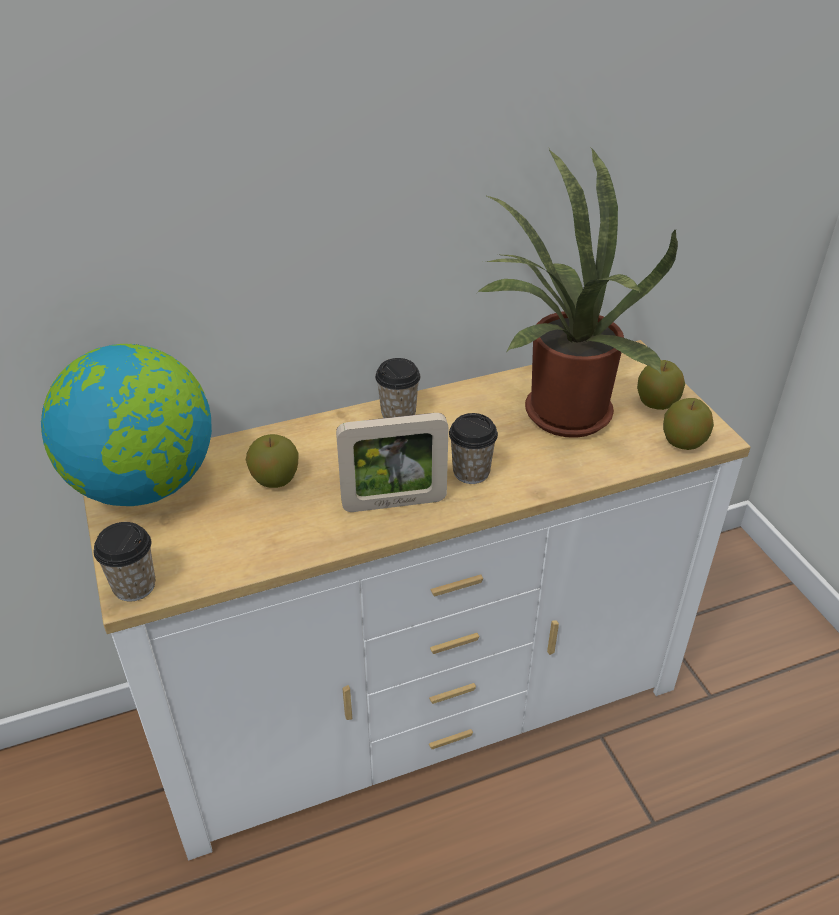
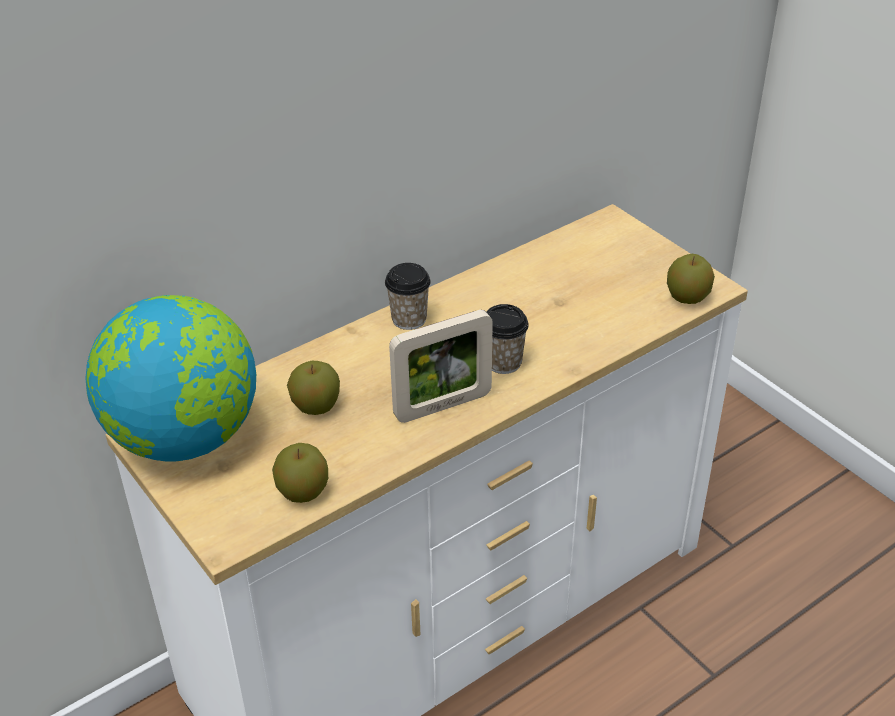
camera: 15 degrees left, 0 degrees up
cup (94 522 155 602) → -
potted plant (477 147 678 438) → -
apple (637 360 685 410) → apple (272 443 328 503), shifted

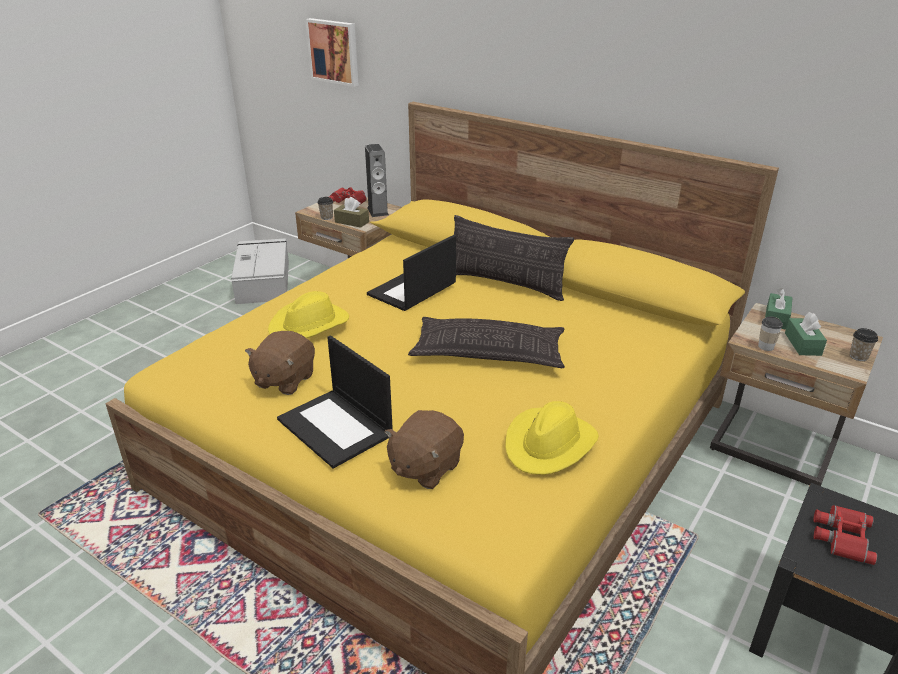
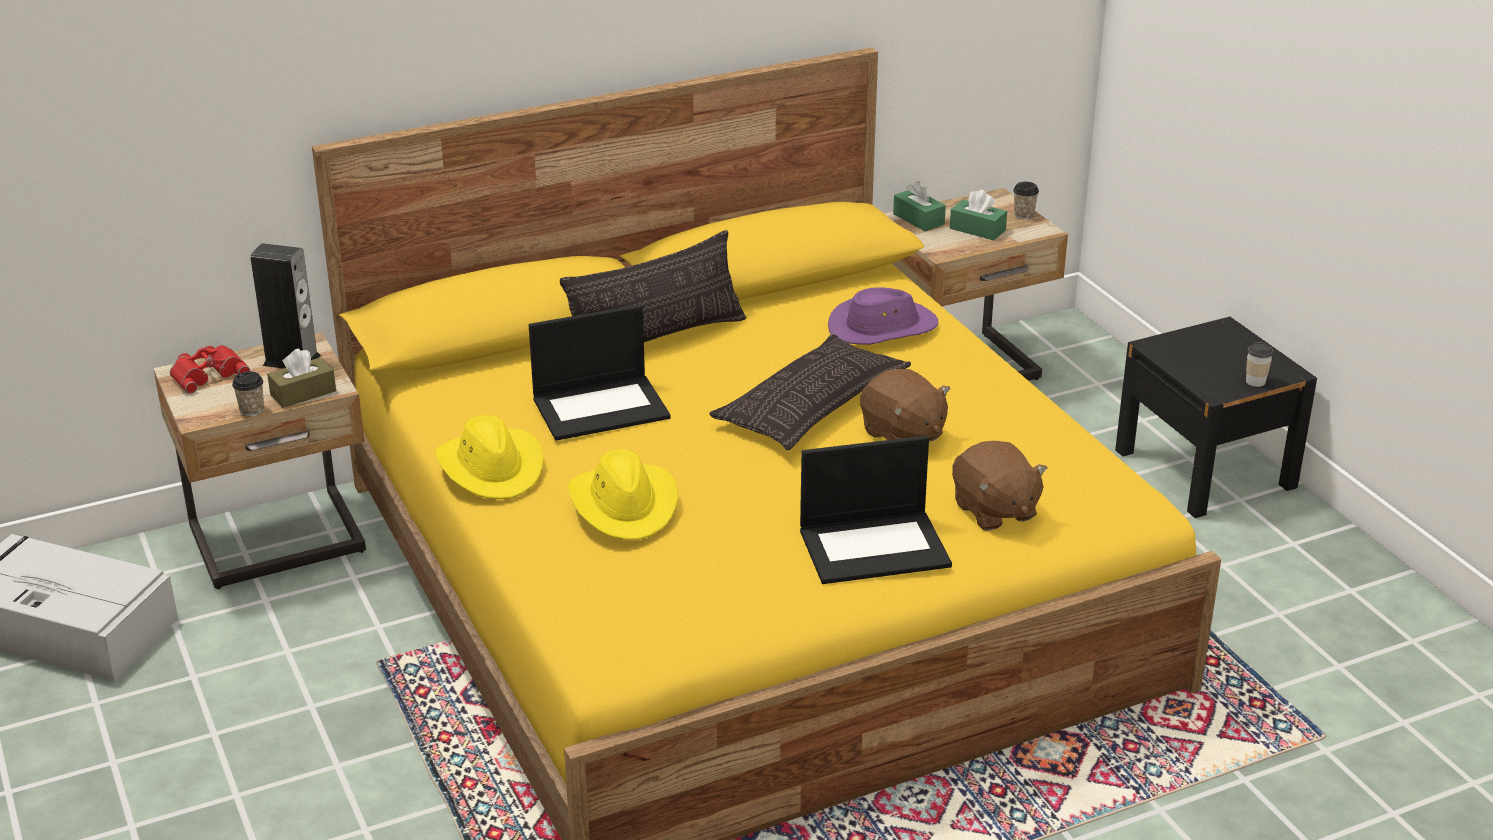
camera: 60 degrees left, 0 degrees up
brown plush toy (245 331 315 395) → brown plush toy (860 369 950 441), shifted
picture (305 18 358 87) → -
laptop (367 235 456 311) → laptop (529 305 671 441), 90 degrees counterclockwise
yellow hat (505 401 599 475) → yellow hat (435 415 544 499), shifted
cup (758 316 783 351) → cup (1246 342 1273 387), shifted
red binoculars (814 505 877 565) → -
- → purple hat (828 287 938 345)

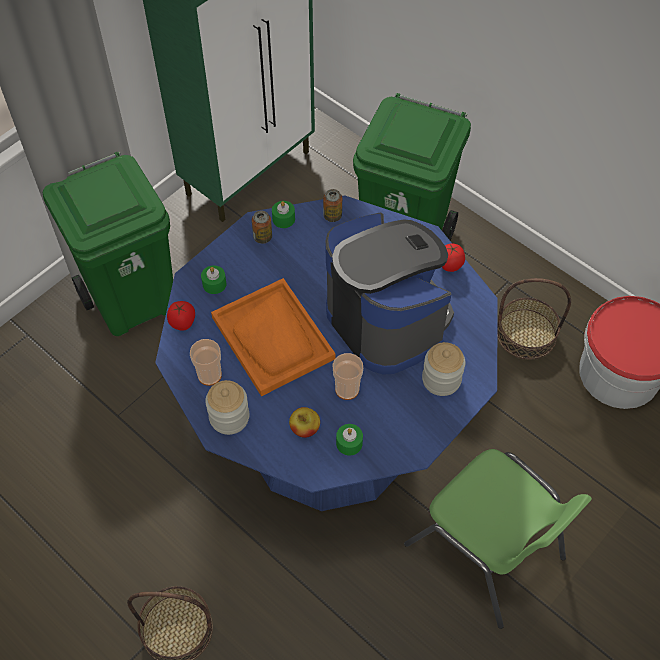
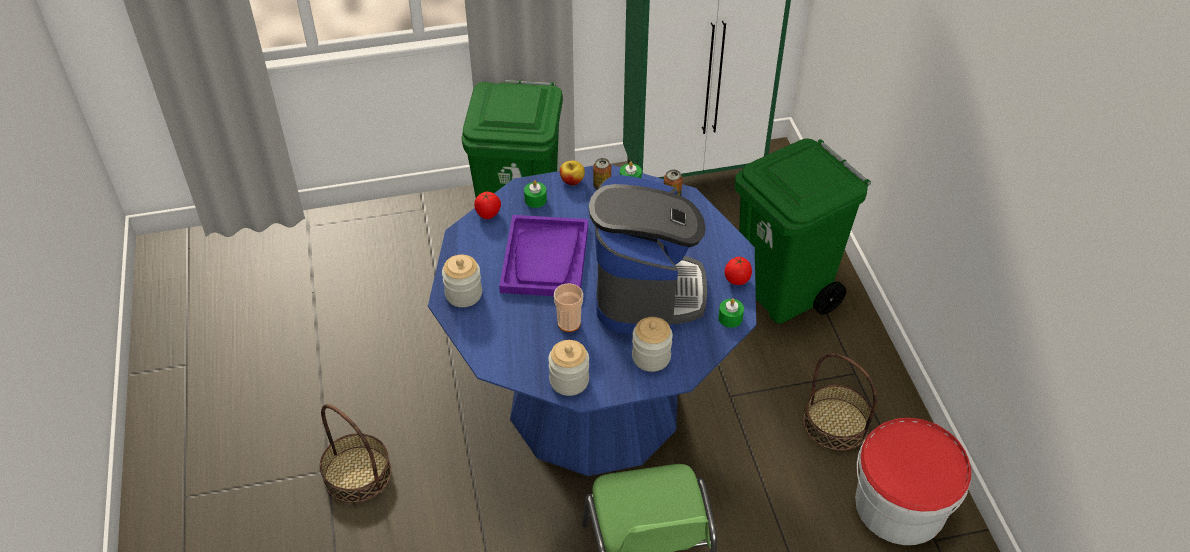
camera: 35 degrees right, 10 degrees down
cup (190 339 222 386) → -
orange tray (211 278 336 396) → purple tray (499 215 588 296)
apple (289 407 320 438) → apple (560 160 585 186), shifted
green candle (336 424 363 455) → green candle (718 299 744 328), shifted
- → jar (548 340 589 396)

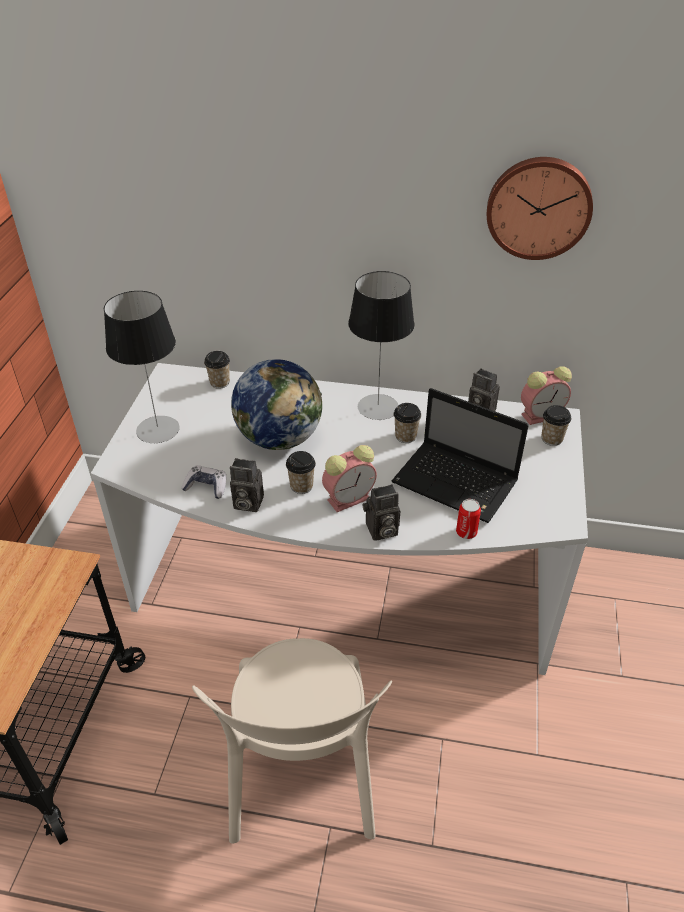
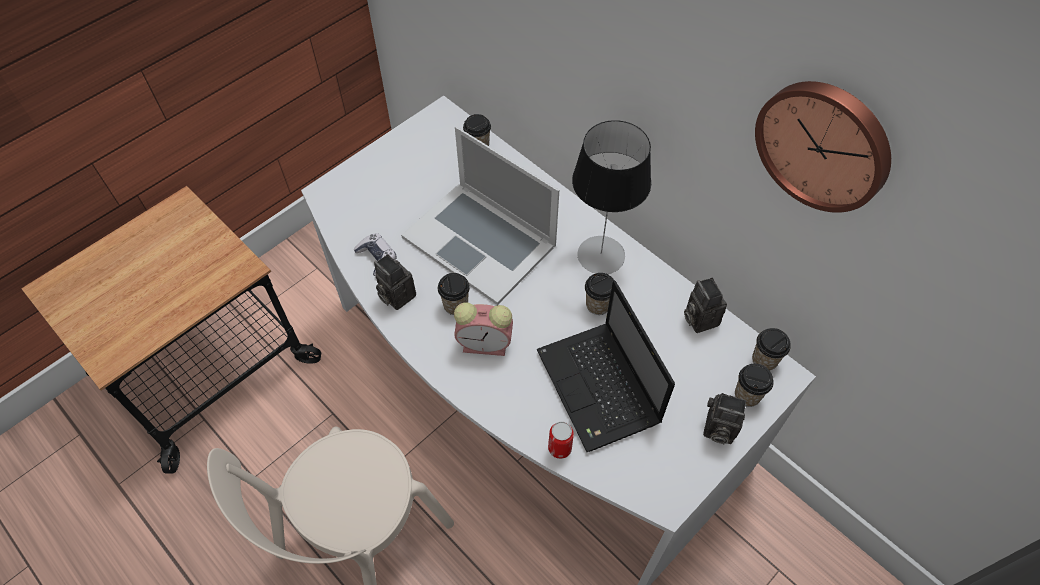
camera: 35 degrees right, 15 degrees up
table lamp (104 291 179 443) → -
globe (231 359 322 450) → laptop (401 126 559 305)
photo camera (363 484 400 541) → photo camera (703 393 746 444), shifted
alarm clock (521 366 572 425) → cup (752 328 791 371)

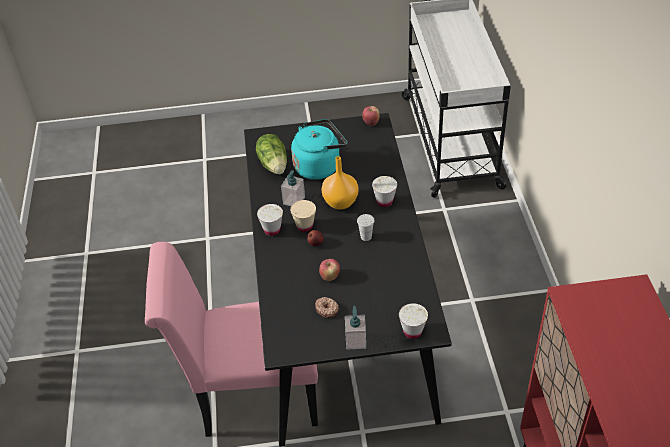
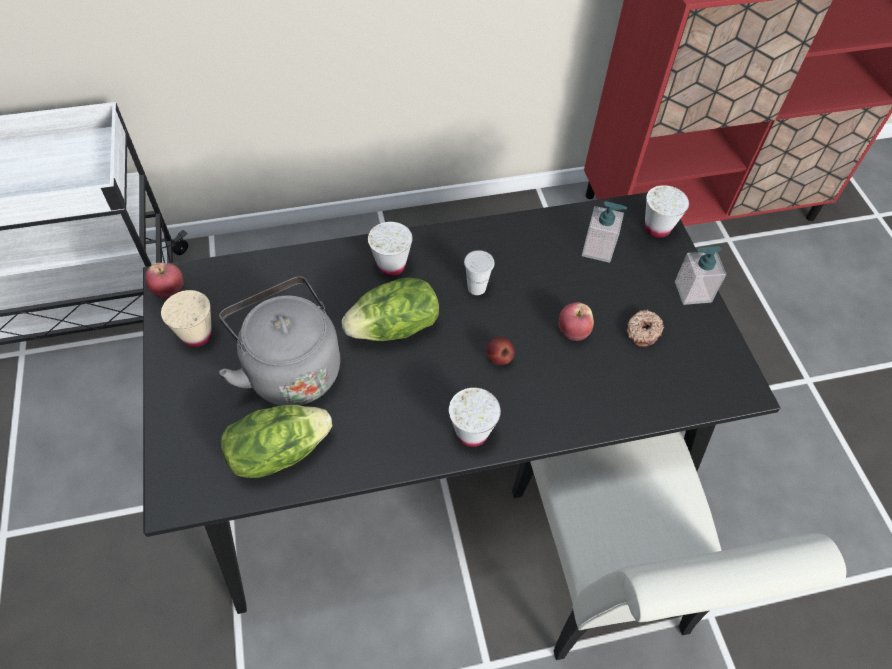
camera: 100 degrees left, 10 degrees up
pink chair (145 242 318 437) → white chair (512 432 846 660)
soap dispenser (281 170 305 206) → soap dispenser (582 201 627 263), shifted
beige cup (290 200 316 232) → beige cup (161 290 212 347), shifted
turquoise kettle (291 119 347 180) → grey kettle (219 276 340 406)
orange vase (322 156 359 209) → lettuce (342 277 439 341)

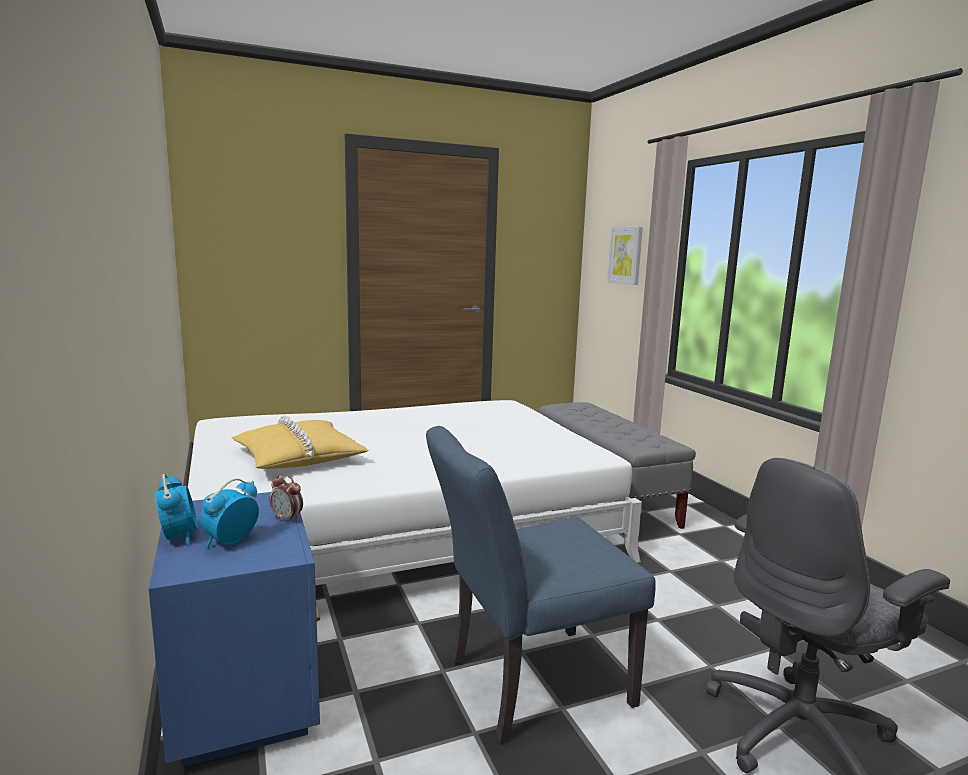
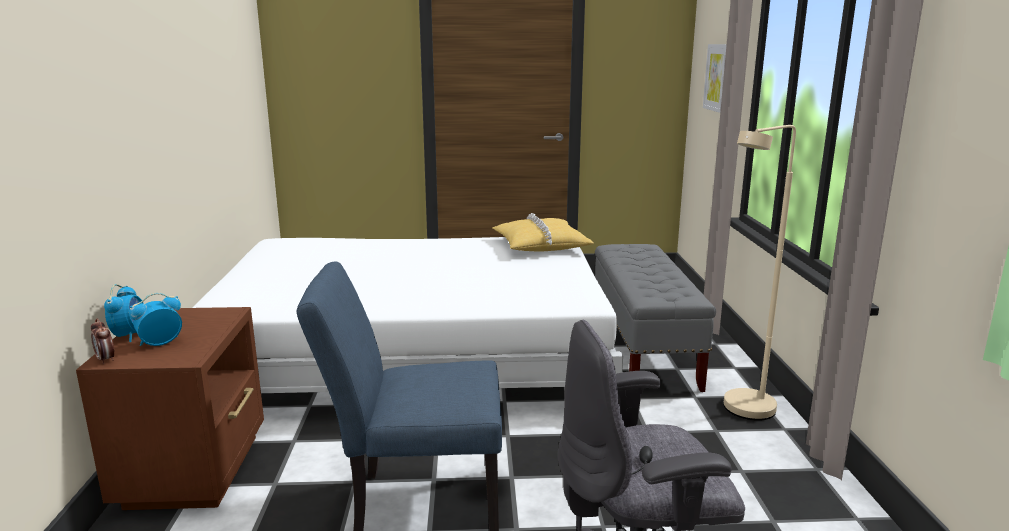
camera: 20 degrees right, 5 degrees up
blue nightstand (149 492 321 767) → brown nightstand (76 307 264 510)
yellow pillow (231 415 368 469) → yellow pillow (492 213 594 251), shifted
alarm clock (269 474 303 523) → alarm clock (91 318 114 364), shifted
- → beige floor lamp (723 125 796 420)

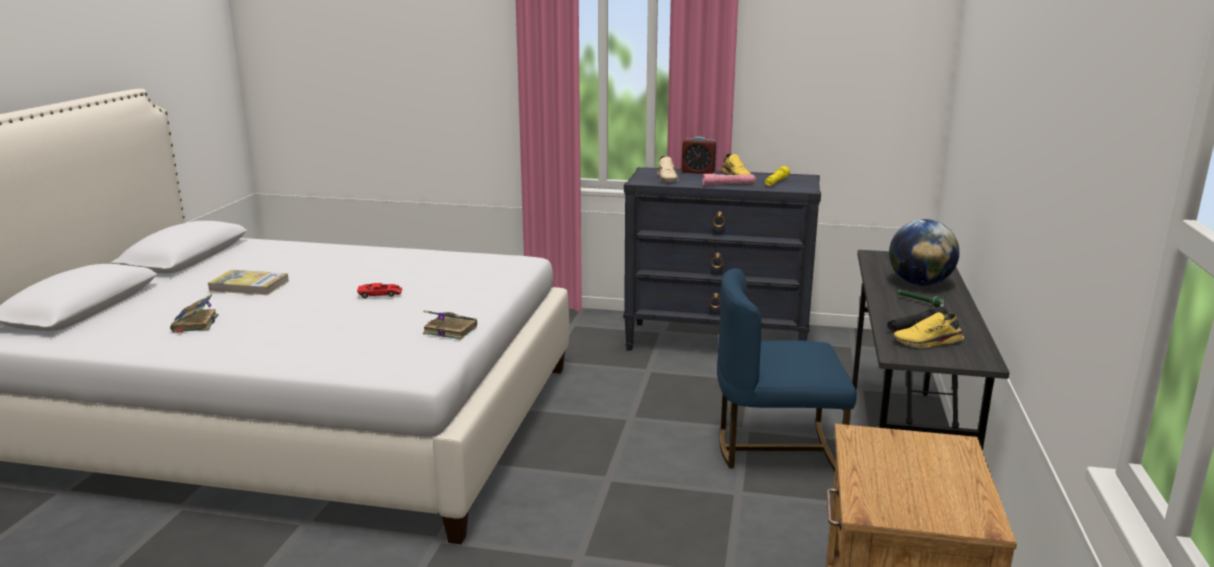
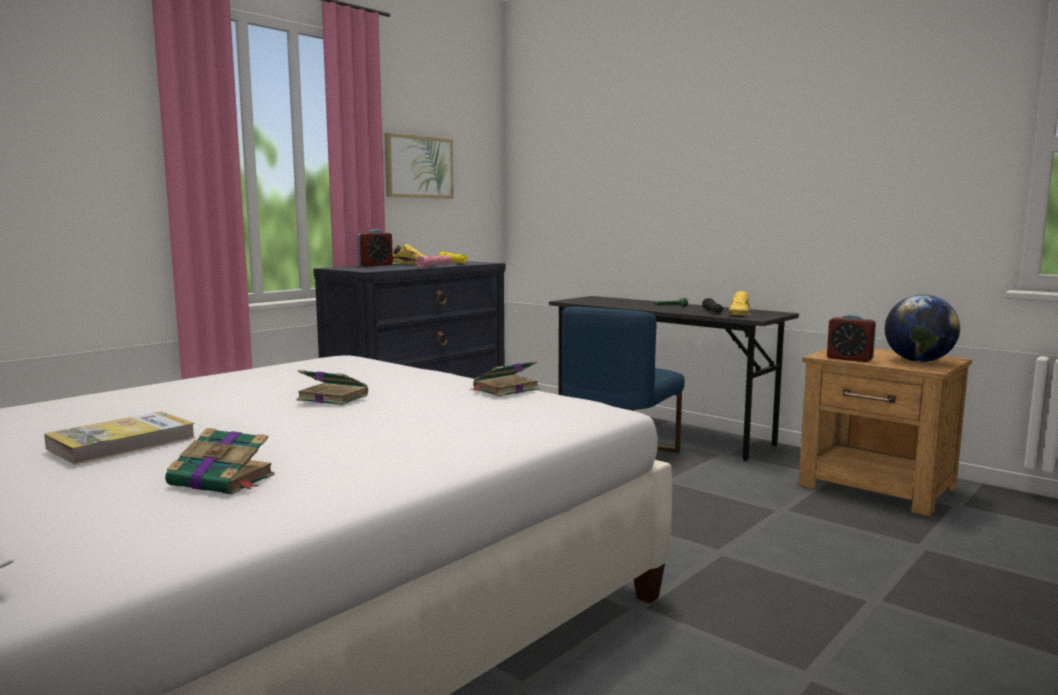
camera: 60 degrees left, 10 degrees down
red toy car (357 283 402 298) → book (297 370 368 406)
beige shoe (657 156 679 182) → -
globe (889 219 959 286) → globe (885 295 960 362), shifted
- → picture (384 133 454 199)
- → alarm clock (827 314 876 362)

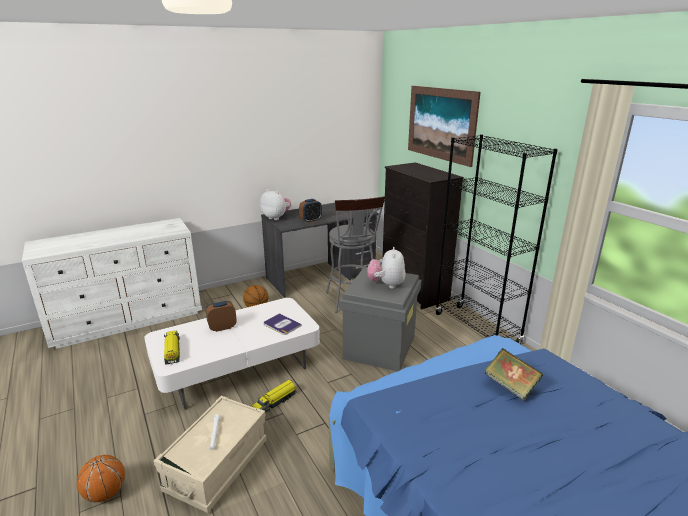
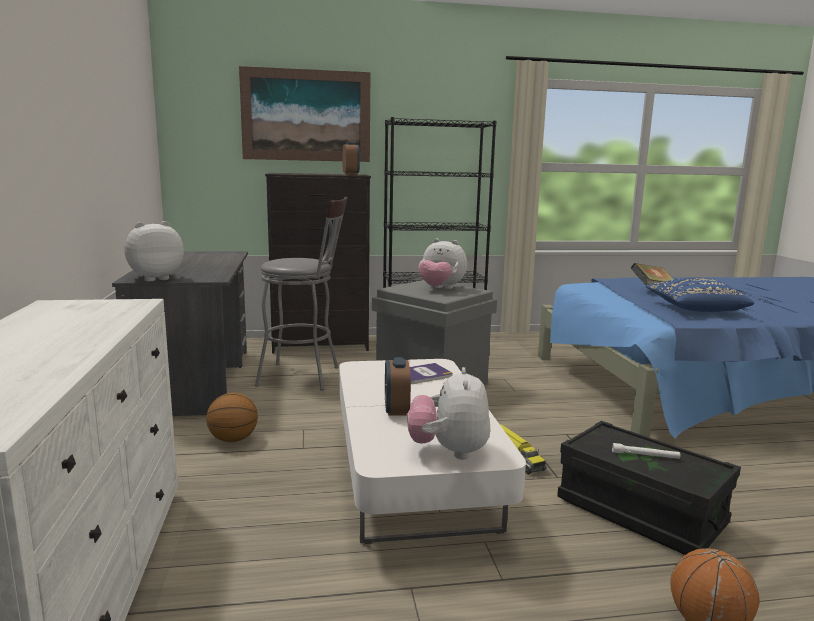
camera: 70 degrees left, 10 degrees down
beige storage box (154 396 267 513) → black storage box (557 421 741 555)
toy truck (164 331 180 365) → plush toy (408 367 490 459)
alarm clock (299 199 322 223) → alarm clock (343 142 360 175), shifted
- → blue pillow (646 278 754 312)

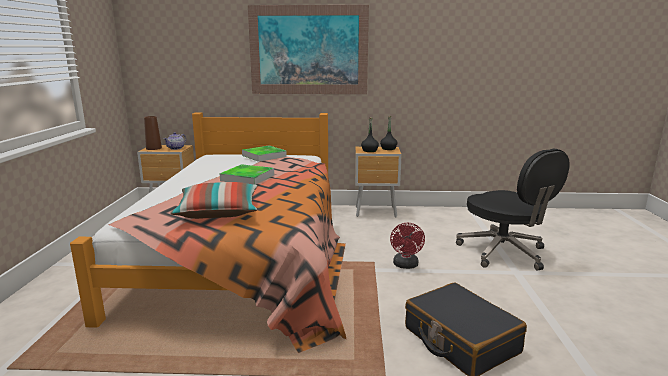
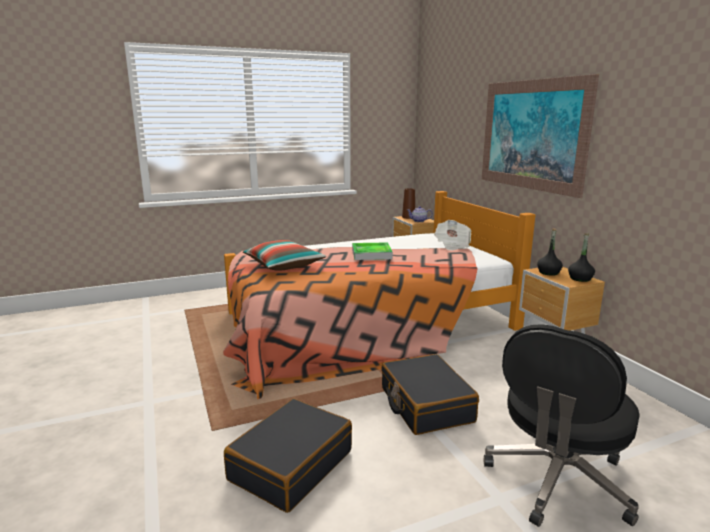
camera: 65 degrees right, 0 degrees up
tray (242 146 287 162) → newspaper (434 220 471 251)
red fan (390 223 425 269) → black suitcase (381 354 479 435)

